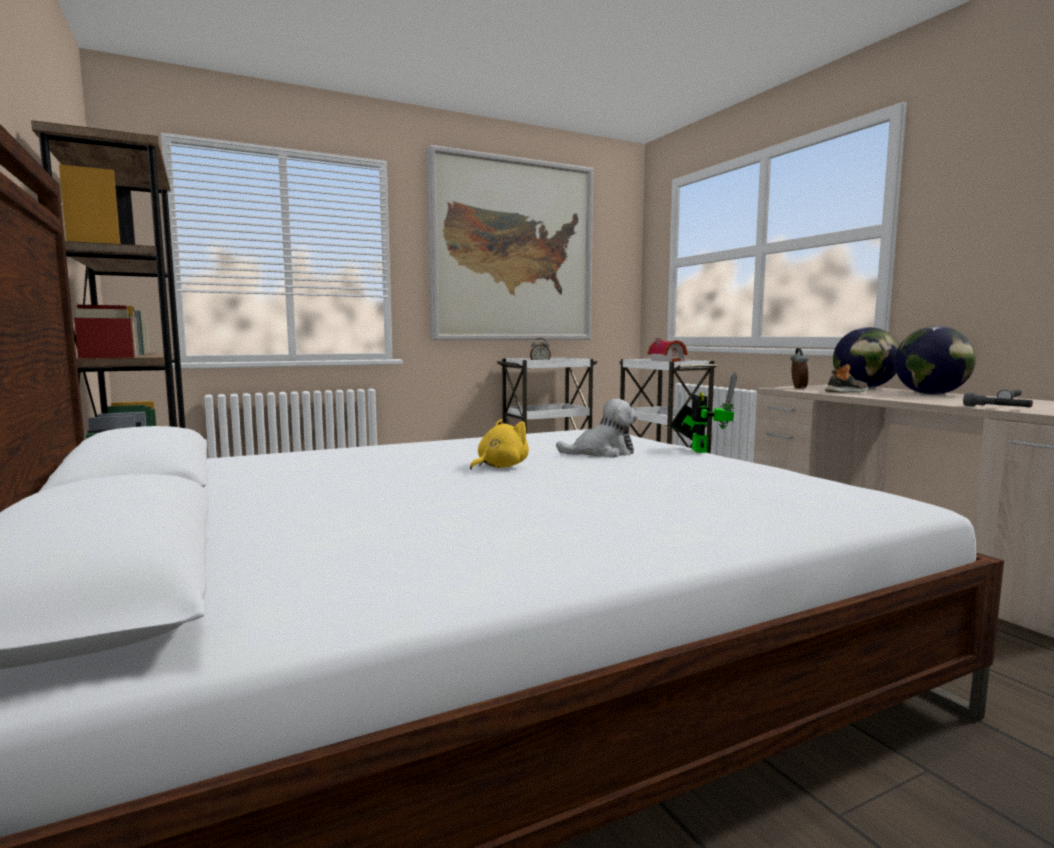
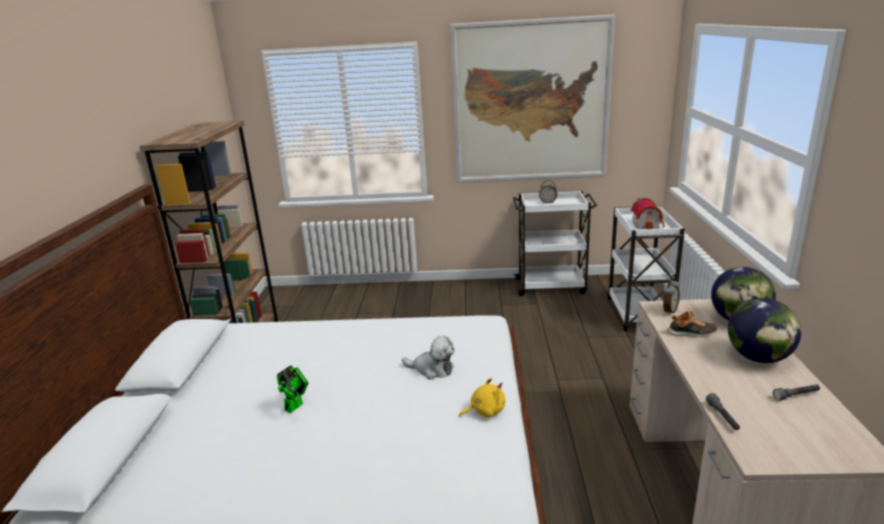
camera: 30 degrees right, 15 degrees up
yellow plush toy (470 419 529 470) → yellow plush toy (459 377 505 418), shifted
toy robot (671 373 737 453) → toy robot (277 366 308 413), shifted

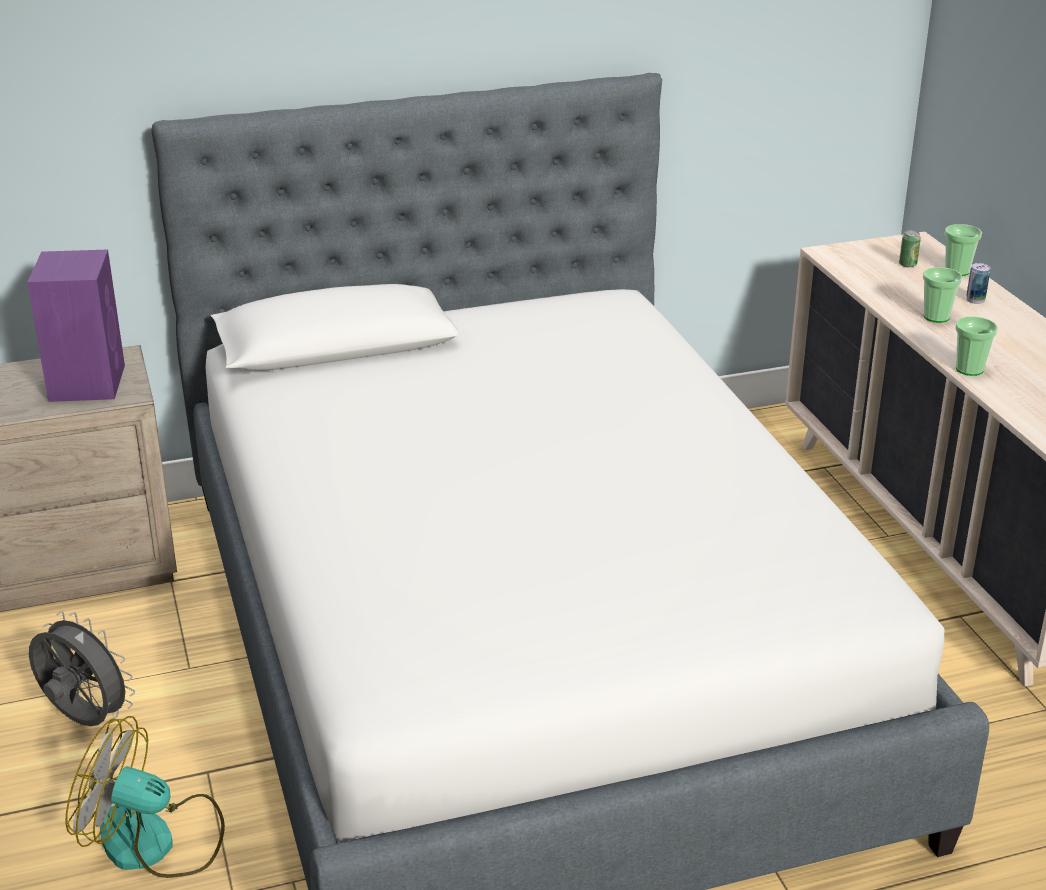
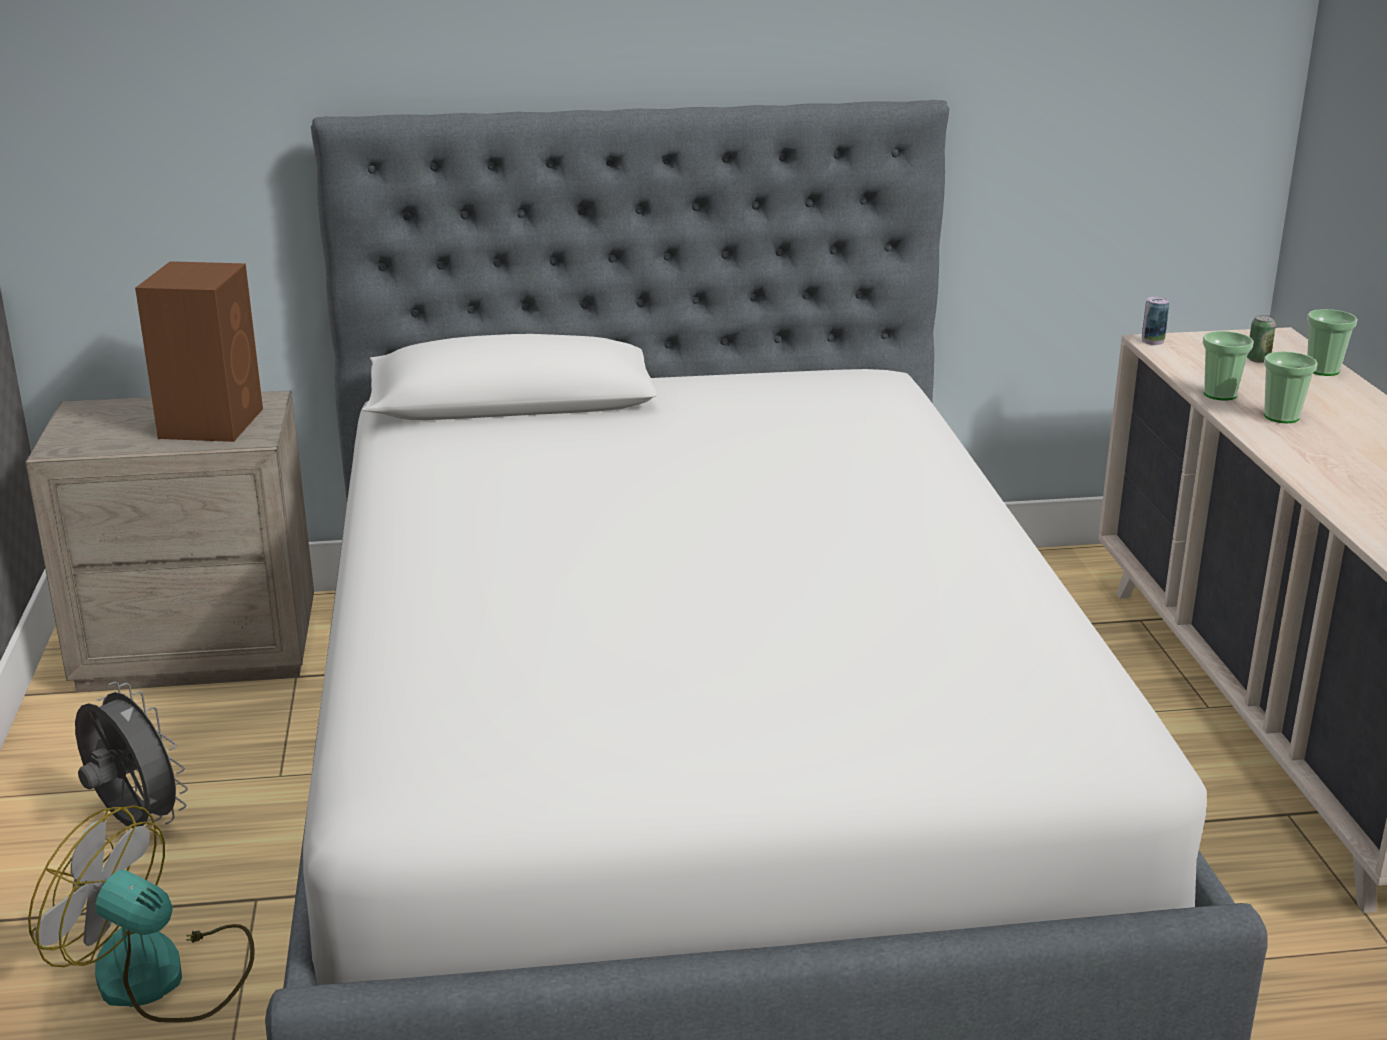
camera: 10 degrees right, 5 degrees down
purple speaker (27 250 125 402) → brown speaker (135 261 263 442)
cup (955 316 998 376) → cup (1202 331 1254 401), shifted
can (966 263 990 304) → can (1142 297 1169 345), shifted

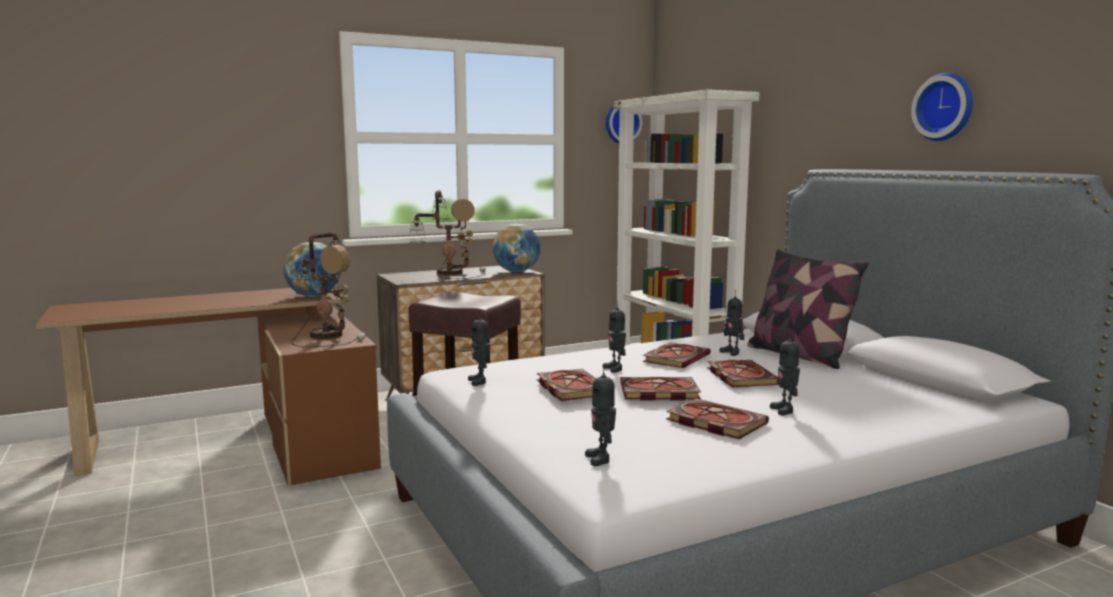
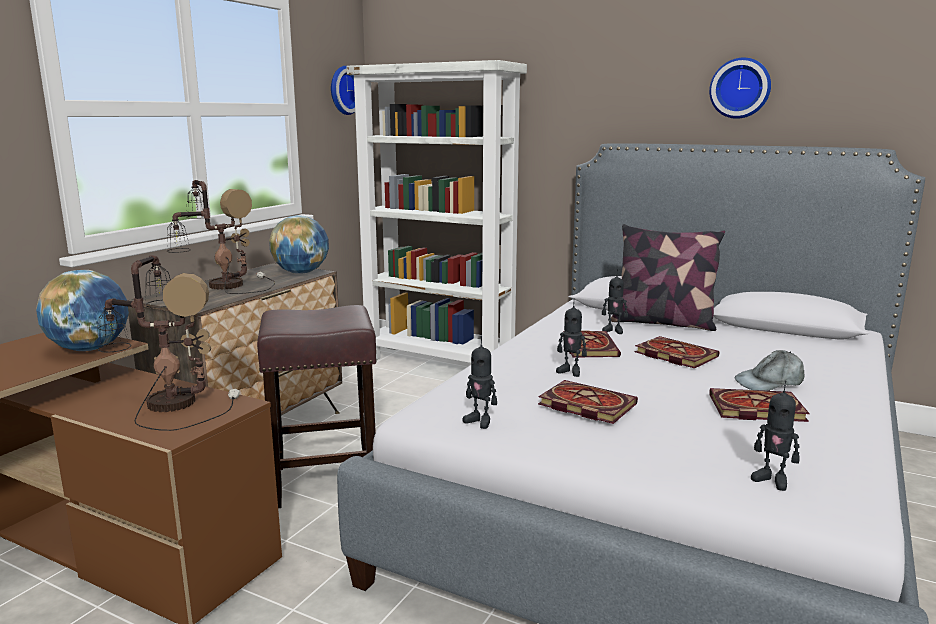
camera: 35 degrees left, 5 degrees up
book (621 377 701 400) → -
toy robot (770 330 800 415) → grey cap (734 350 804 391)

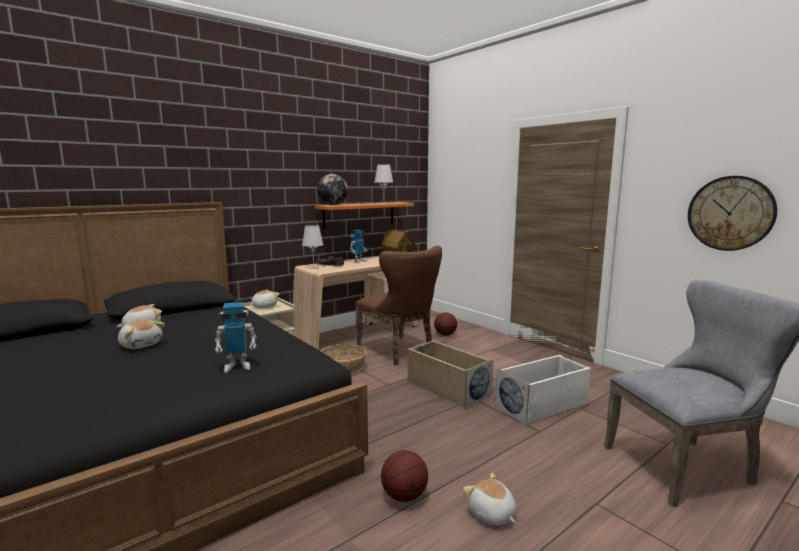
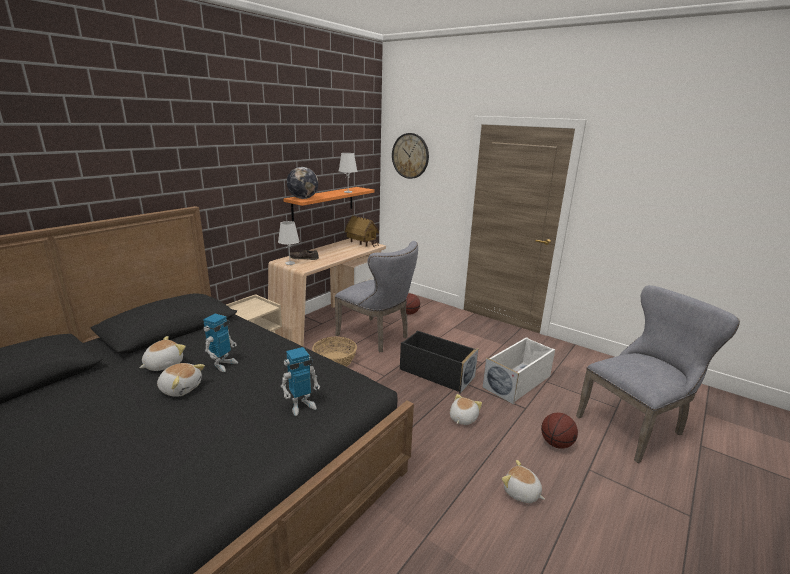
camera: 15 degrees left, 10 degrees up
plush toy (250 290 279 308) → plush toy (450 394 482 425), shifted
toy robot (350 230 367 263) → toy robot (203 314 238 372), shifted
brown chair (355 246 442 365) → grey chair (335 241 418 352)
basketball (381 450 428 502) → basketball (541 413 578 449), shifted
beige storage box (408 340 493 409) → black storage box (400 331 479 394)
wall clock (688 176 777 251) → wall clock (392 133 429 179), shifted

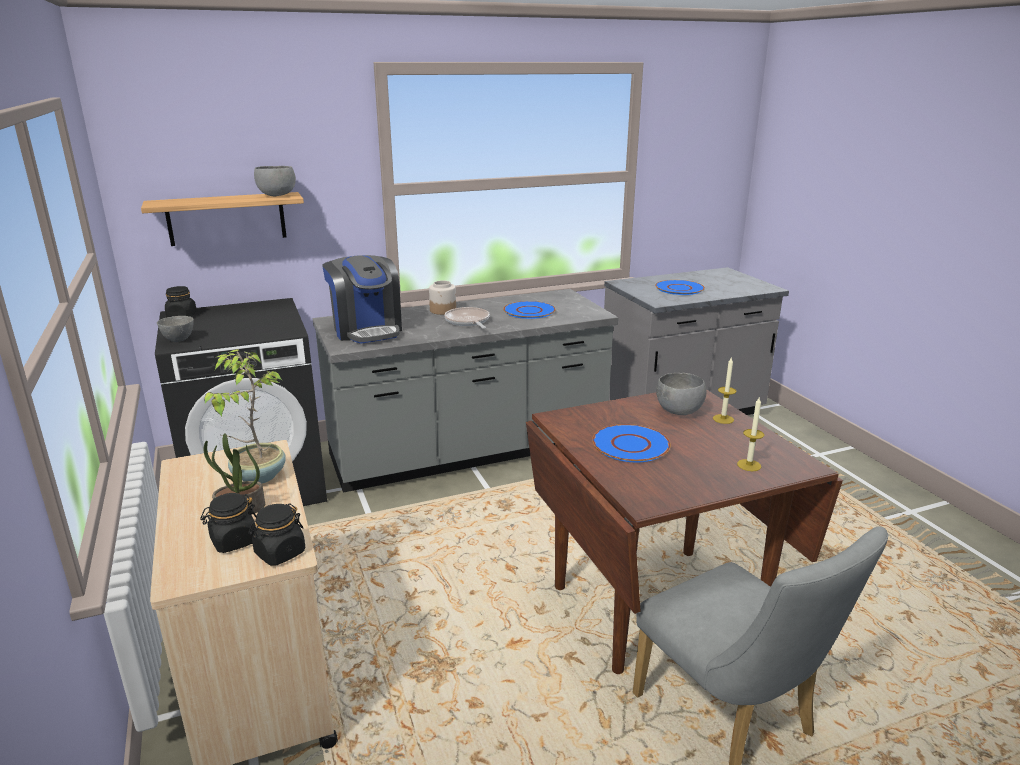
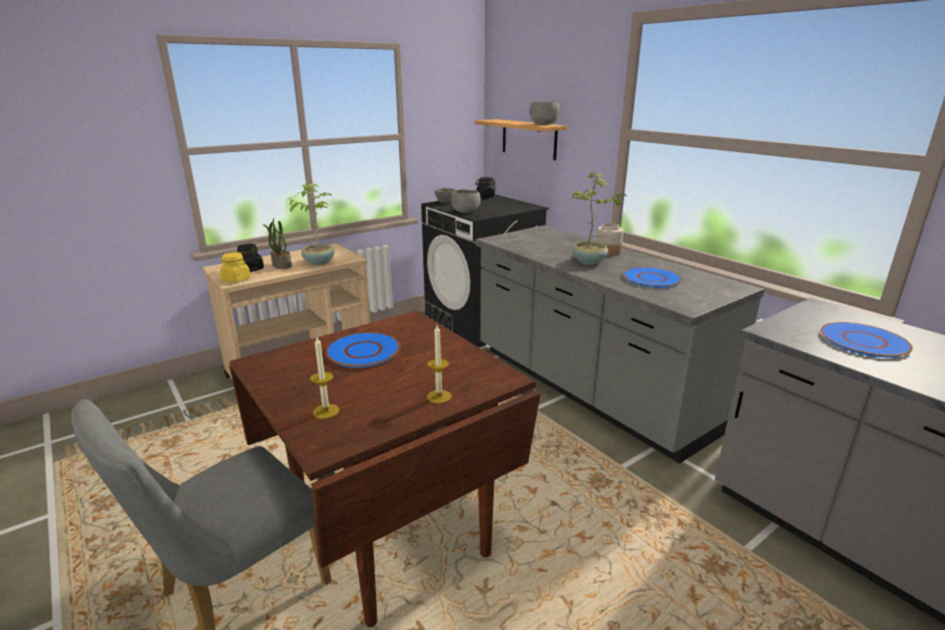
camera: 75 degrees right, 0 degrees up
black jar (248 503 305 566) → yellow jar (220 252 250 283)
coffee machine (322 255 402 344) → -
frying pan (444 307 490 329) → potted plant (572 172 626 265)
grey bowl (656 373 706 415) → grey bowl (451 190 481 213), shifted

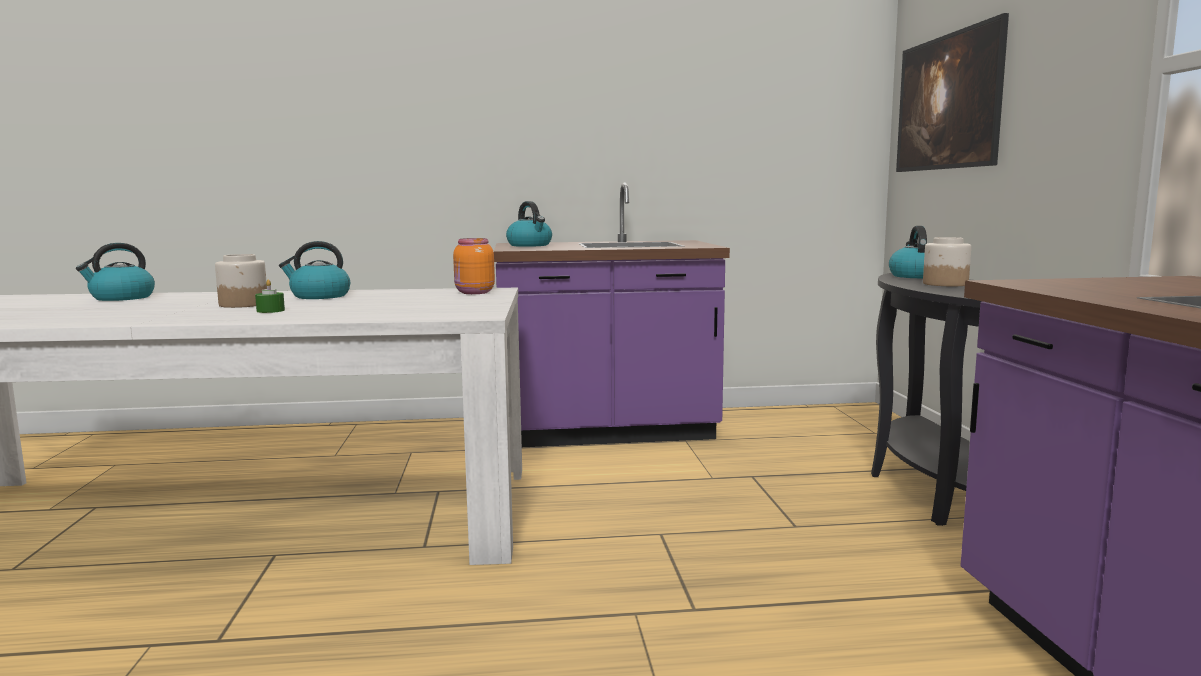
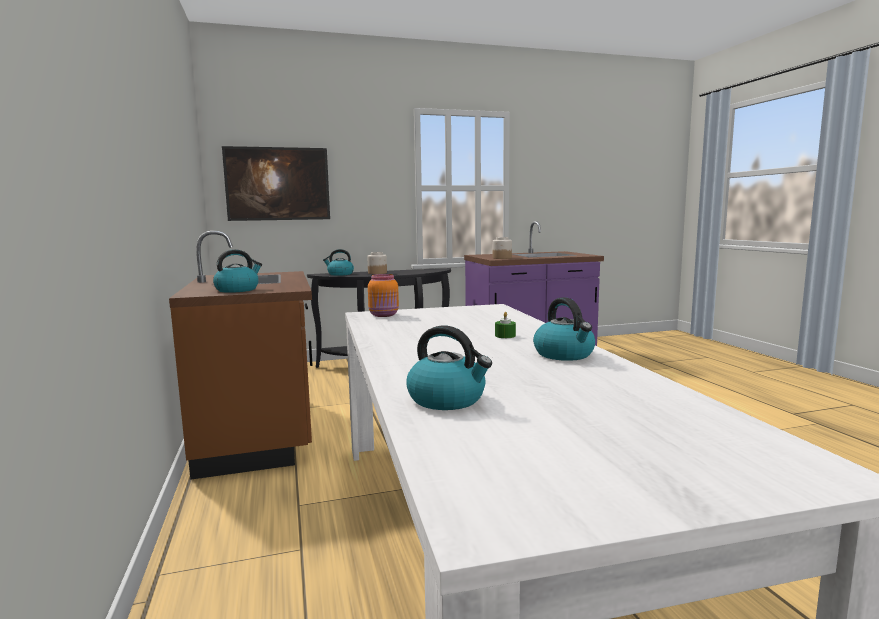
camera: 100 degrees left, 0 degrees up
jar (215 254 267 308) → jar (493 237 512 259), shifted
kettle (279 241 350 299) → kettle (533 297 595 361), shifted
purple counter (494 183 730 447) → brown counter (169 231 312 480)

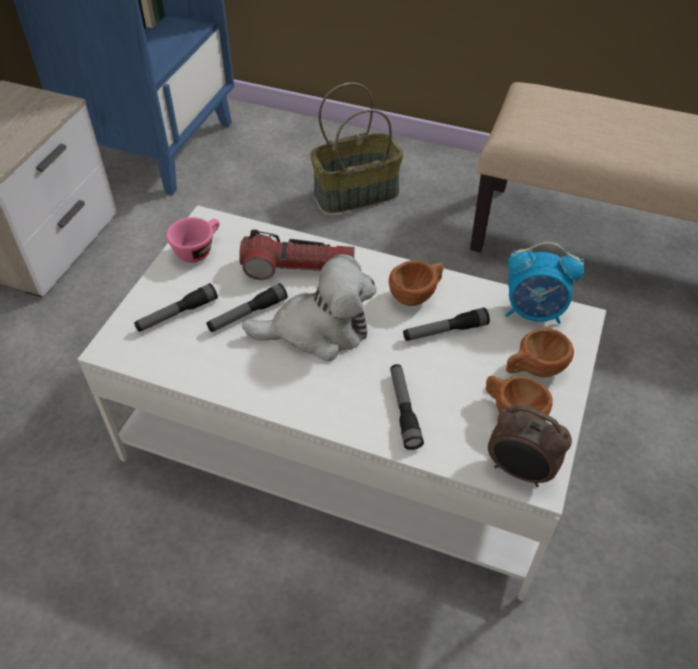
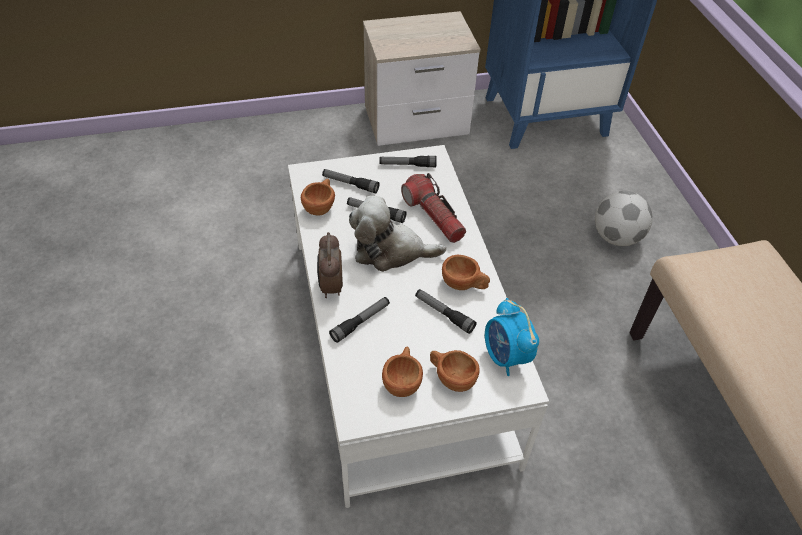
camera: 55 degrees right, 0 degrees up
pink cup (166 217 219 263) → flashlight (380 156 437 167)
plush toy (242 254 377 361) → plush toy (349 196 446 272), 135 degrees clockwise
basket (310 82 404 213) → football (595 191 653 246)
alarm clock (488 406 572 487) → alarm clock (317 232 343 298), shifted
- → brown cup (301 179 335 215)

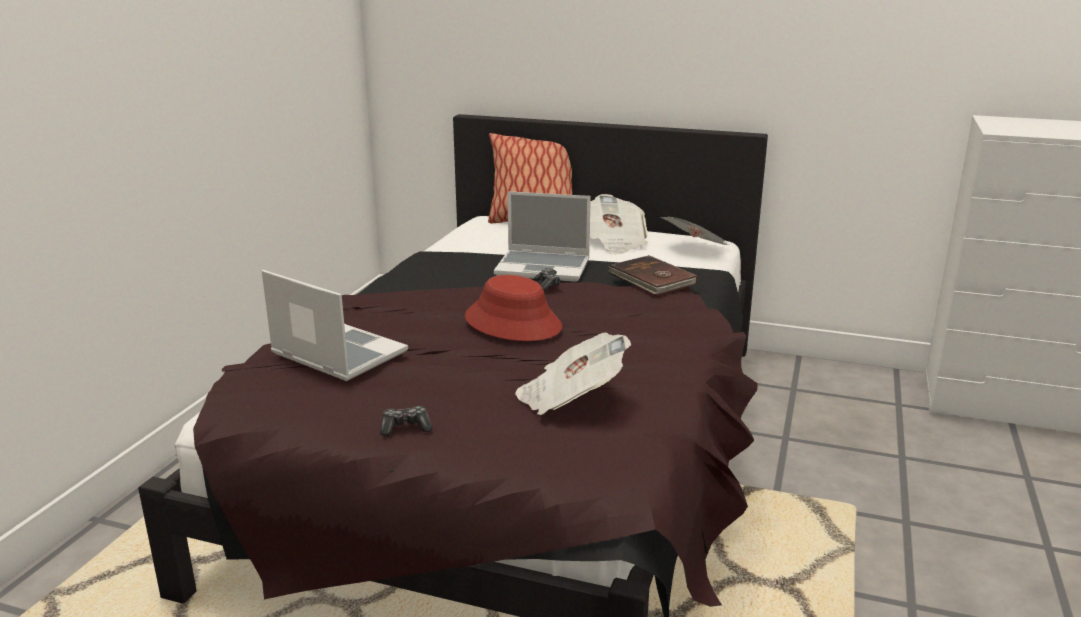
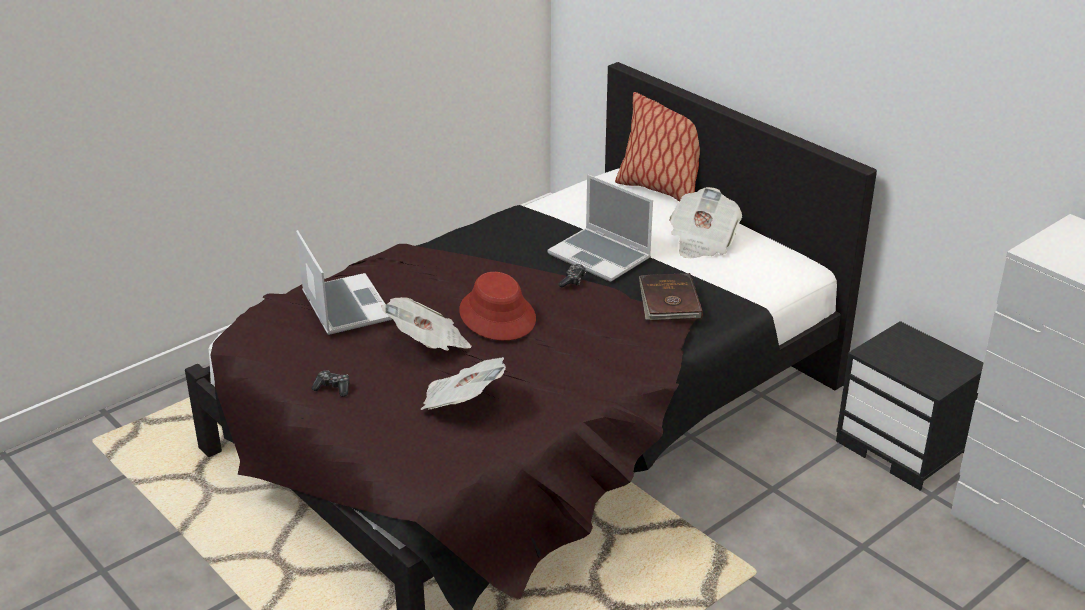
camera: 30 degrees right, 10 degrees up
newspaper (660 217 729 245) → newspaper (381 297 472 351), shifted
- → black nightstand (836 321 983 491)

